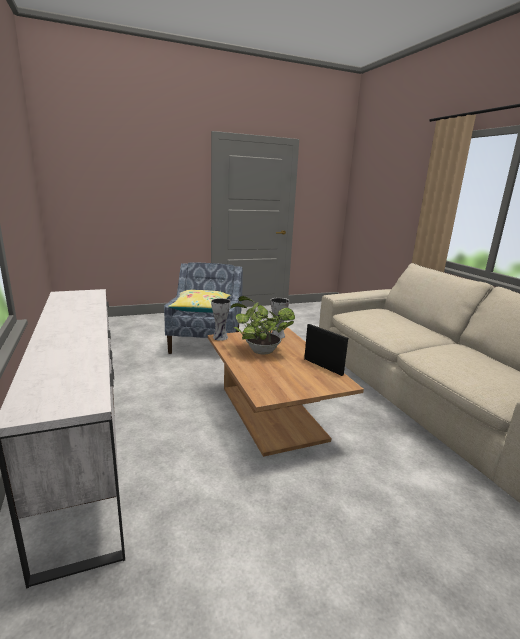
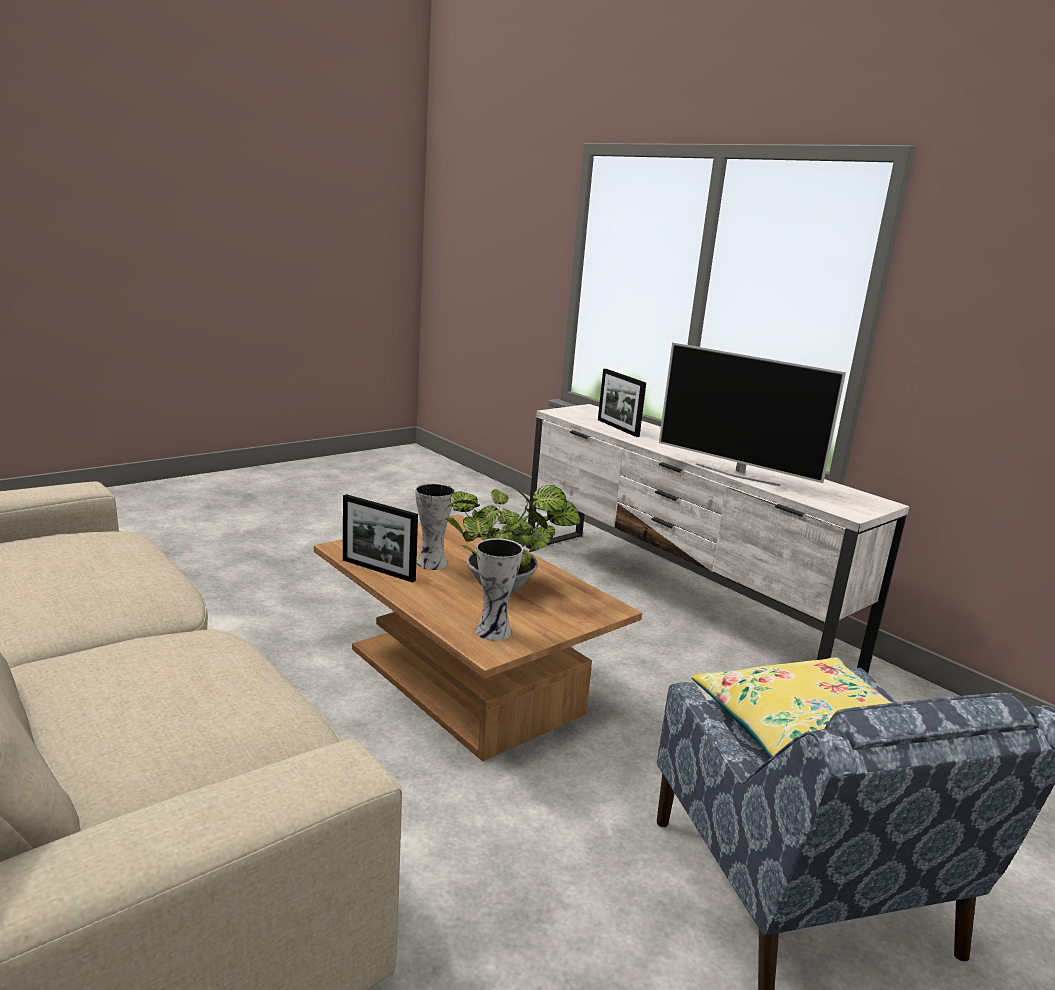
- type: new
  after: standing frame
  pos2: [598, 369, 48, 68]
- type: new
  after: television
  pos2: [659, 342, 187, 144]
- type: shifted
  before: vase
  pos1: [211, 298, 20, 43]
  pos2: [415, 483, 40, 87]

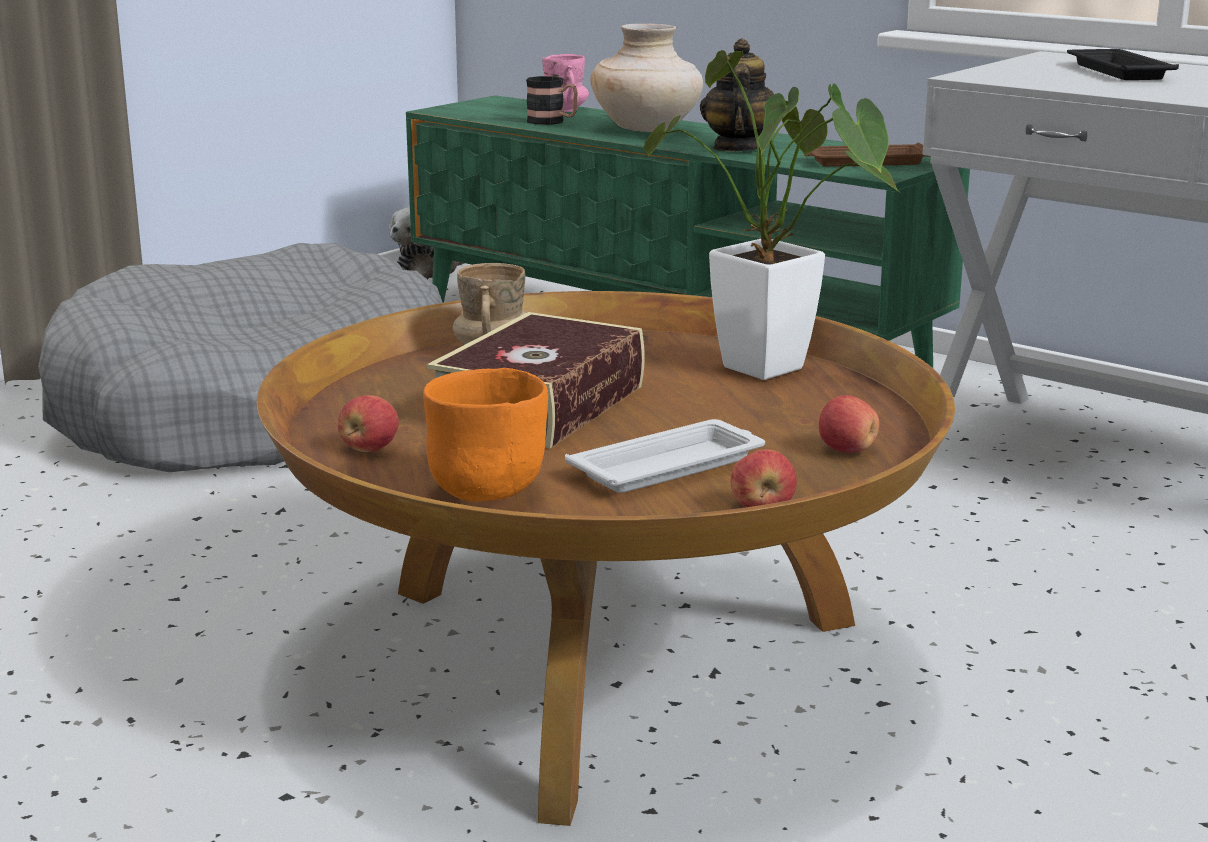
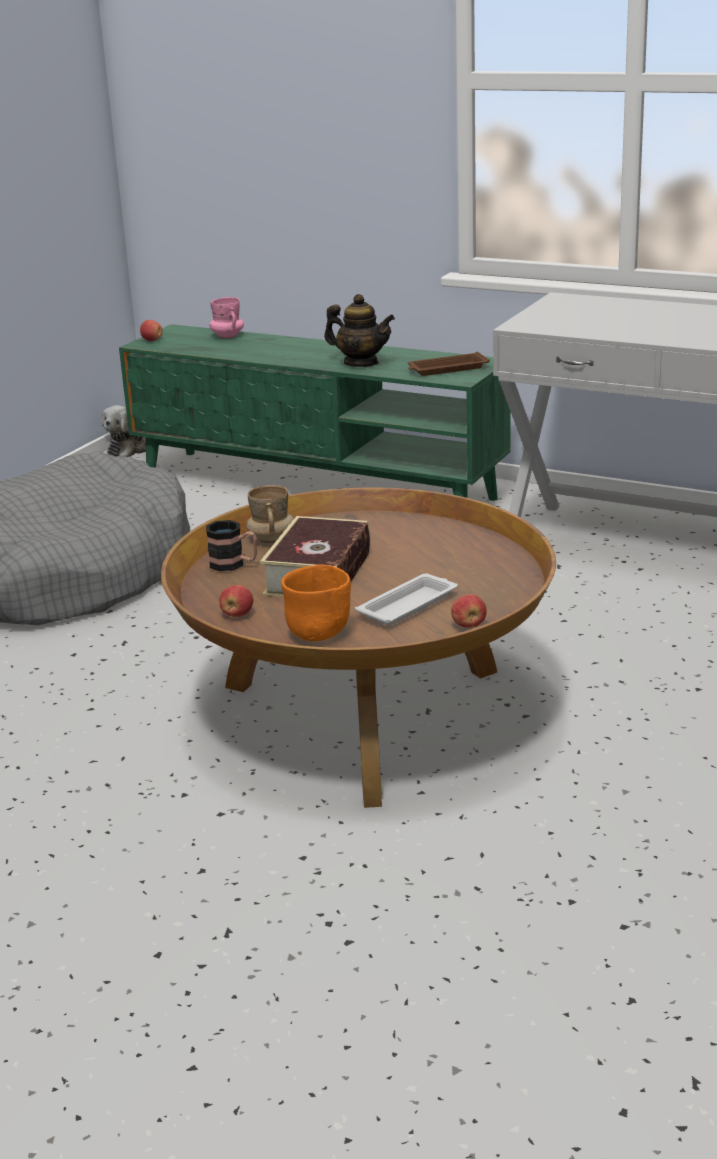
- type: gone
  before: beige vase
  pos1: [590, 24, 113, 108]
- type: gone
  before: plant in a pot
  pos1: [643, 50, 258, 330]
- type: gone
  before: black-coloured carrying tray
  pos1: [1067, 49, 112, 31]
- type: shifted
  before: tea mug
  pos1: [526, 76, 52, 49]
  pos2: [206, 520, 51, 51]
- type: shifted
  before: apple fruit
  pos1: [819, 395, 60, 58]
  pos2: [140, 320, 23, 21]
- type: rotated
  before: teapot
  pos1: [700, 39, 74, 112]
  pos2: [324, 294, 71, 73]
  turn: 120

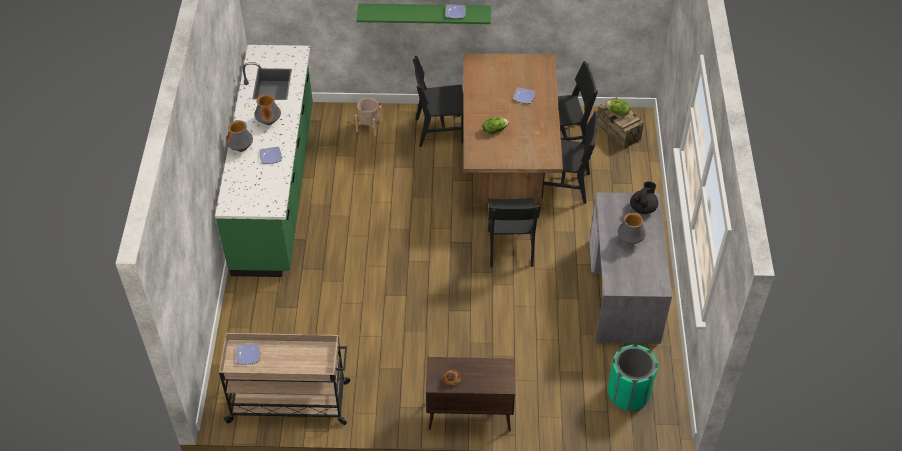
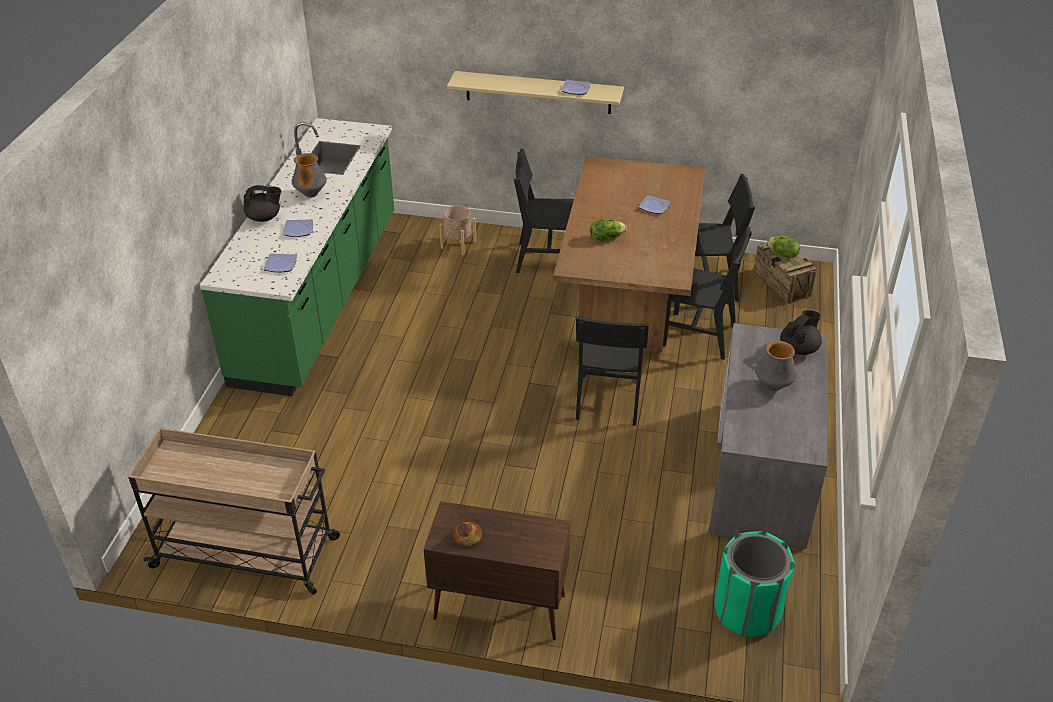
- type: shifted
  before: dinner plate
  pos1: [236, 343, 24, 22]
  pos2: [264, 253, 33, 19]
- type: swapped
  before: vase
  after: black-coloured teapot
  pos1: [226, 120, 27, 32]
  pos2: [243, 185, 38, 37]
- type: repainted
  before: greenish bracket shelf
  after: beige bracket shelf
  pos1: [356, 3, 135, 21]
  pos2: [447, 71, 177, 43]

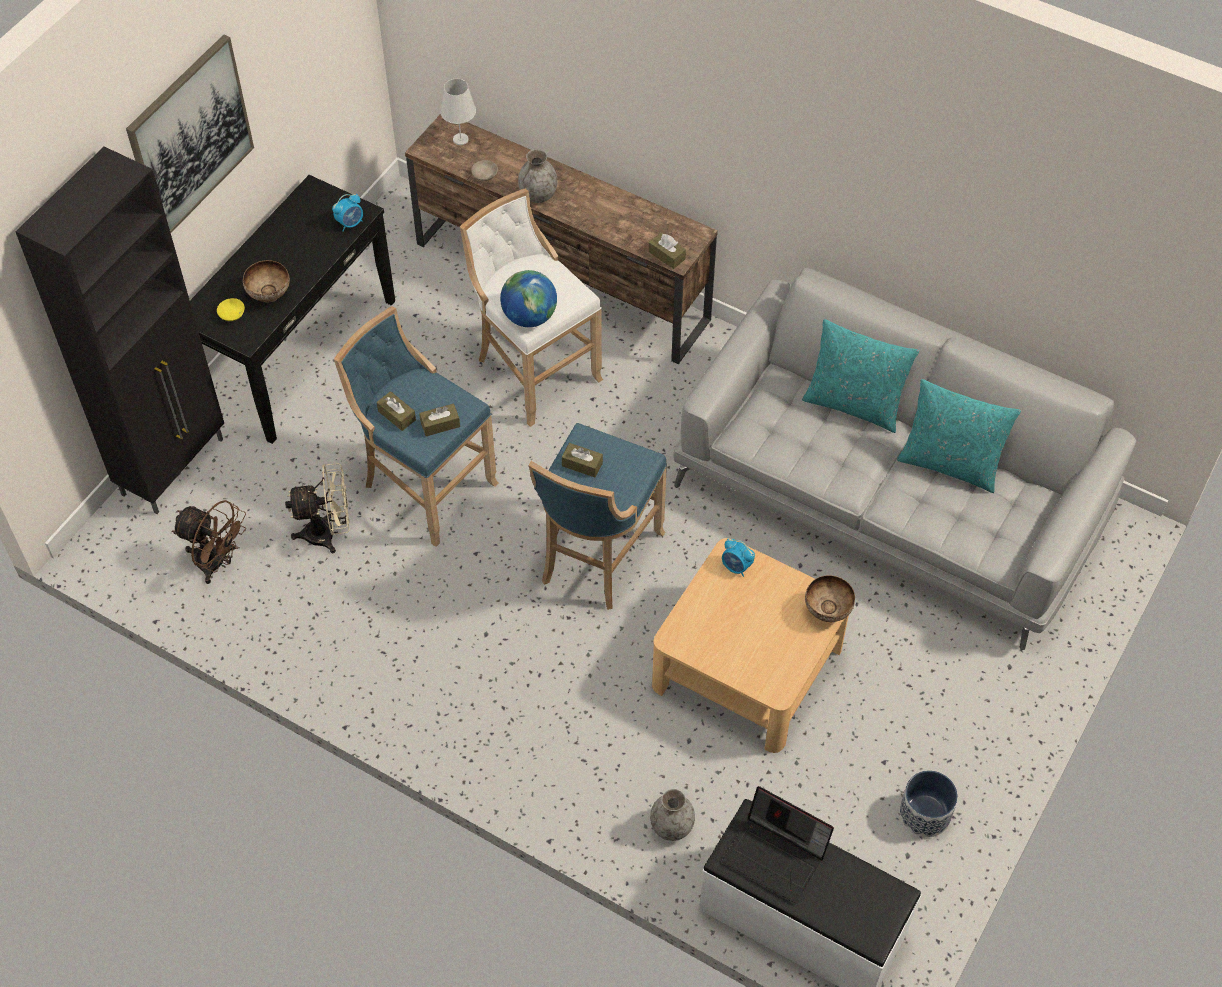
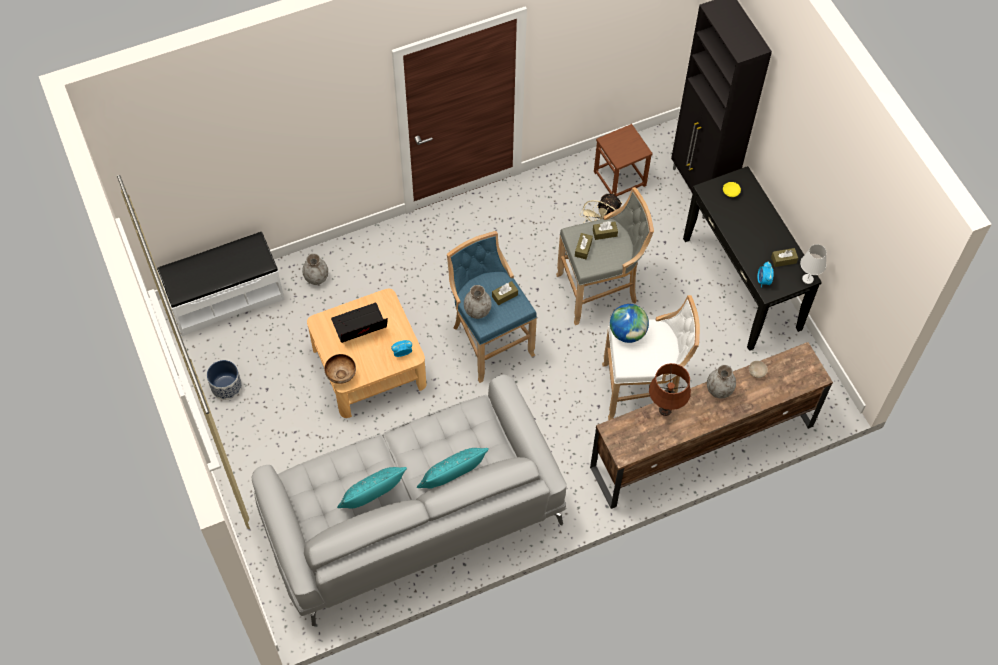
- type: gone
  before: wall art
  pos1: [126, 35, 128, 198]
- type: gone
  before: serving bowl
  pos1: [243, 260, 47, 43]
- type: new
  after: gray vase
  pos2: [464, 285, 28, 34]
- type: new
  after: brown lamp for a table
  pos2: [649, 363, 42, 53]
- type: shifted
  before: whitish lamp for a table
  pos1: [440, 78, 36, 67]
  pos2: [800, 244, 27, 40]
- type: shifted
  before: brown box of tissues
  pos1: [649, 233, 37, 36]
  pos2: [771, 248, 27, 19]
- type: shifted
  before: portable computer
  pos1: [722, 786, 112, 117]
  pos2: [331, 303, 57, 40]
- type: swapped
  before: brown electric fan
  after: brown stool seat
  pos1: [172, 500, 74, 84]
  pos2: [594, 124, 59, 73]
- type: repainted
  before: bluish stool seat
  after: gray stool seat
  pos1: [334, 306, 164, 241]
  pos2: [556, 187, 98, 138]

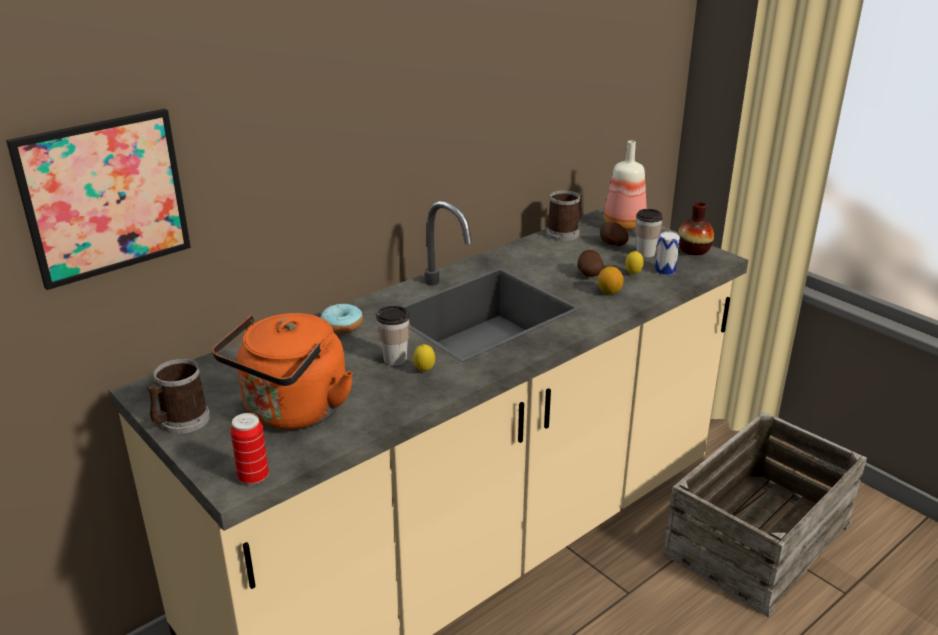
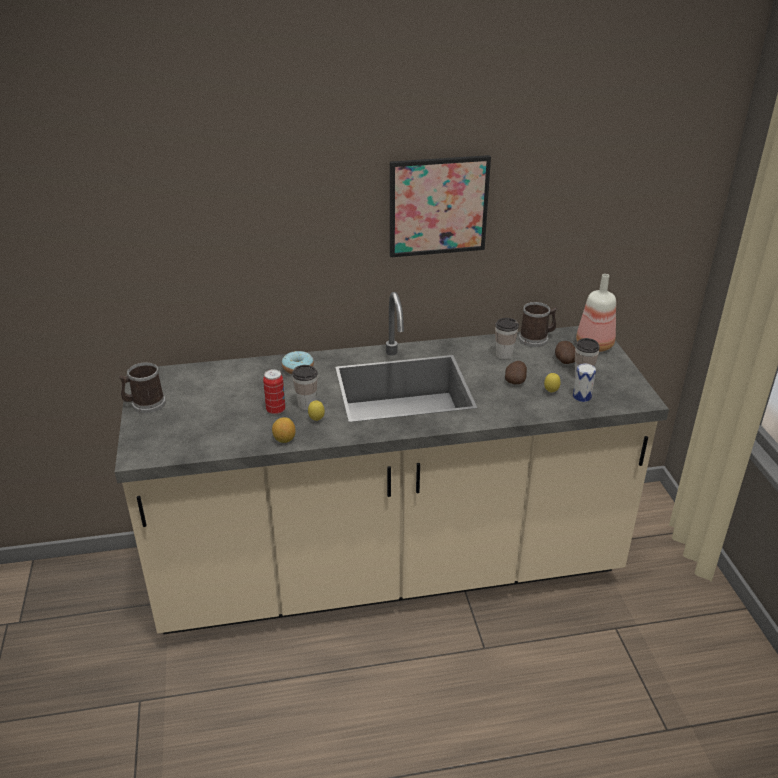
- type: gone
  before: orange-coloured kettle
  pos1: [212, 313, 141, 116]
- type: gone
  before: shipping crate
  pos1: [663, 412, 204, 205]
- type: gone
  before: vase
  pos1: [678, 202, 36, 53]
- type: new
  after: drinking cup
  pos2: [495, 318, 24, 42]
- type: shifted
  before: wall art
  pos1: [6, 109, 185, 181]
  pos2: [390, 155, 101, 102]
- type: shifted
  before: metal can
  pos1: [230, 413, 39, 72]
  pos2: [263, 369, 22, 46]
- type: shifted
  before: whole lemon
  pos1: [598, 267, 26, 28]
  pos2: [272, 417, 24, 26]

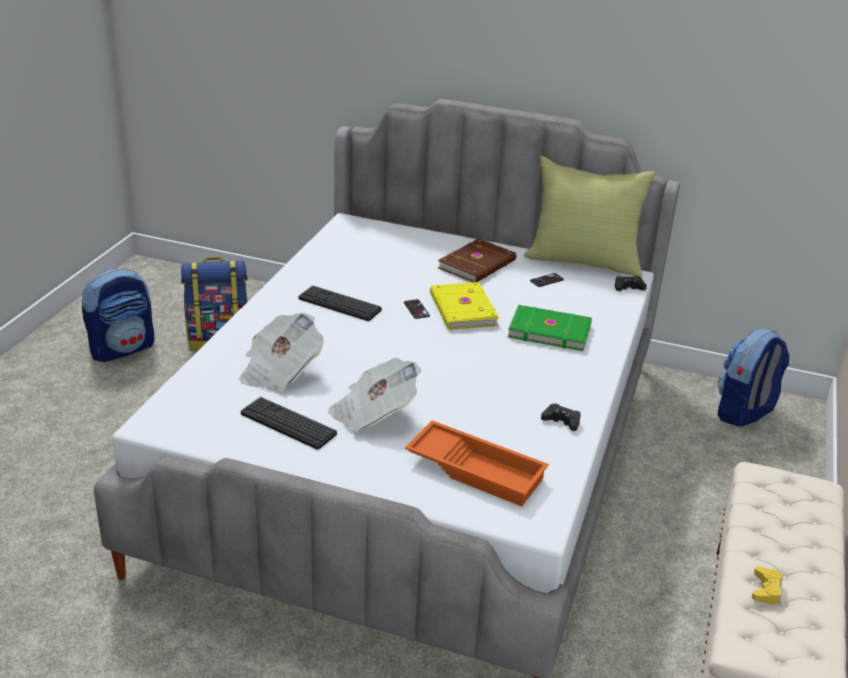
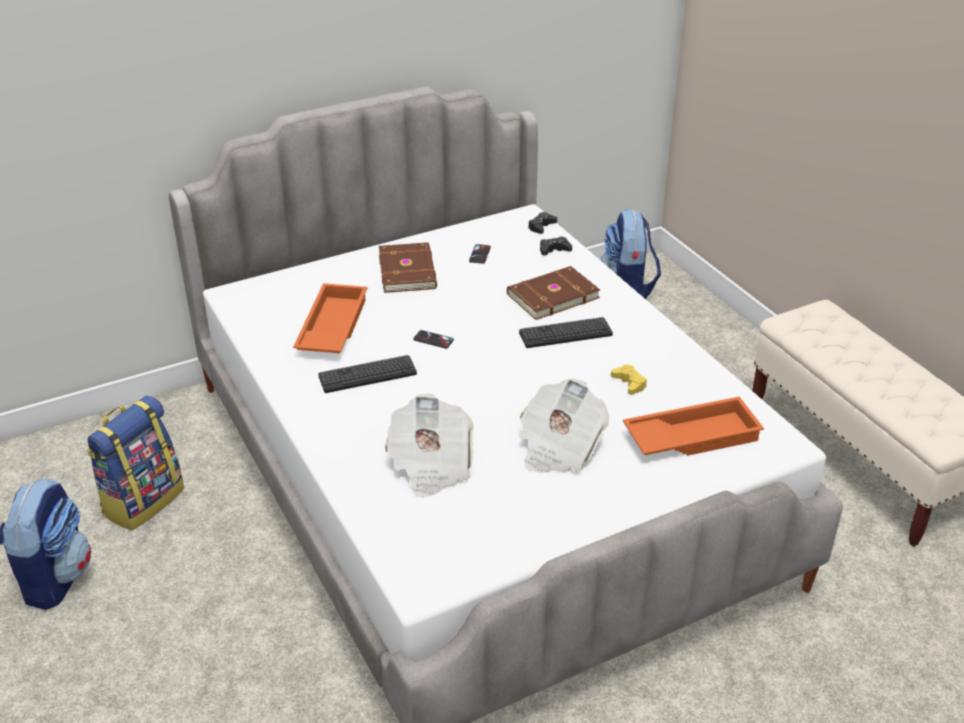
- type: gone
  before: yellowish book
  pos1: [430, 282, 69, 48]
- type: gone
  before: yellowish throw pillow
  pos1: [524, 156, 132, 121]
- type: new
  after: orange-coloured carrying tray
  pos2: [293, 283, 74, 70]
- type: shifted
  before: keyboard
  pos1: [241, 397, 96, 53]
  pos2: [519, 317, 94, 31]
- type: shifted
  before: black-coloured gamepad
  pos1: [541, 403, 40, 28]
  pos2: [540, 237, 32, 18]
- type: shifted
  before: yellowish gamepad
  pos1: [752, 566, 31, 39]
  pos2: [611, 365, 36, 29]
- type: repainted
  before: greenish book
  after: brown book
  pos1: [508, 305, 84, 46]
  pos2: [507, 266, 93, 54]

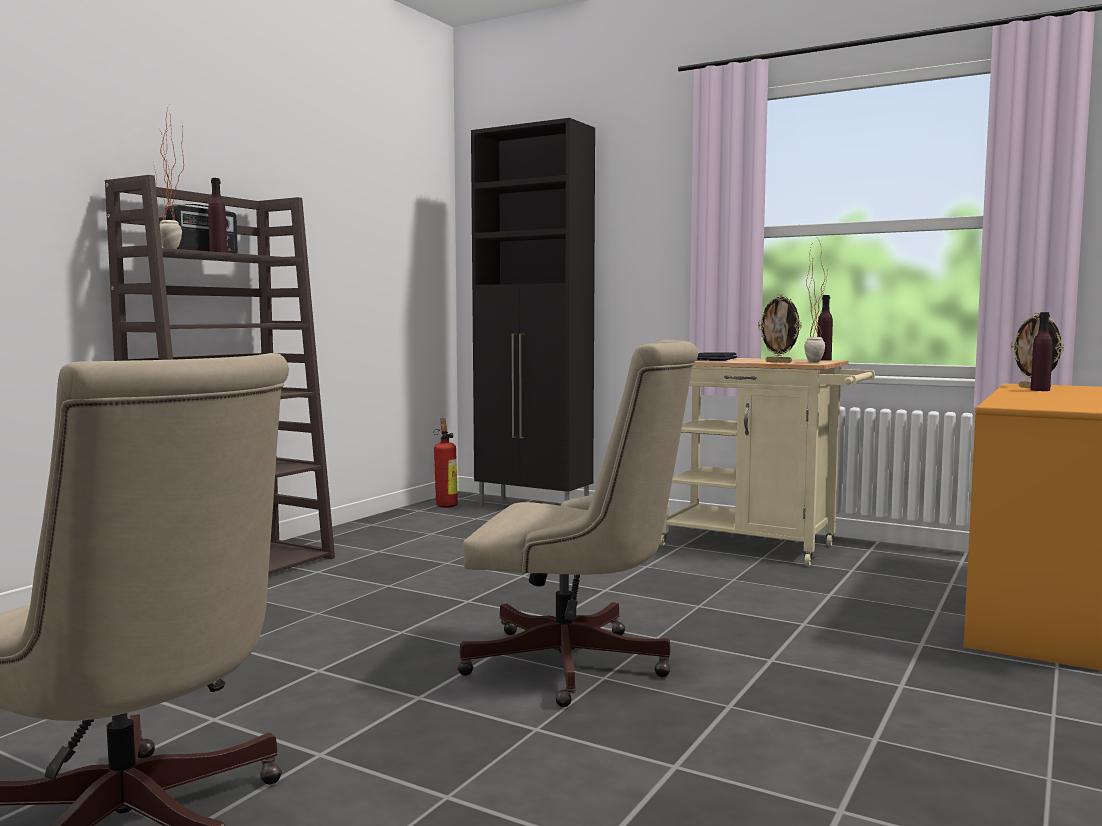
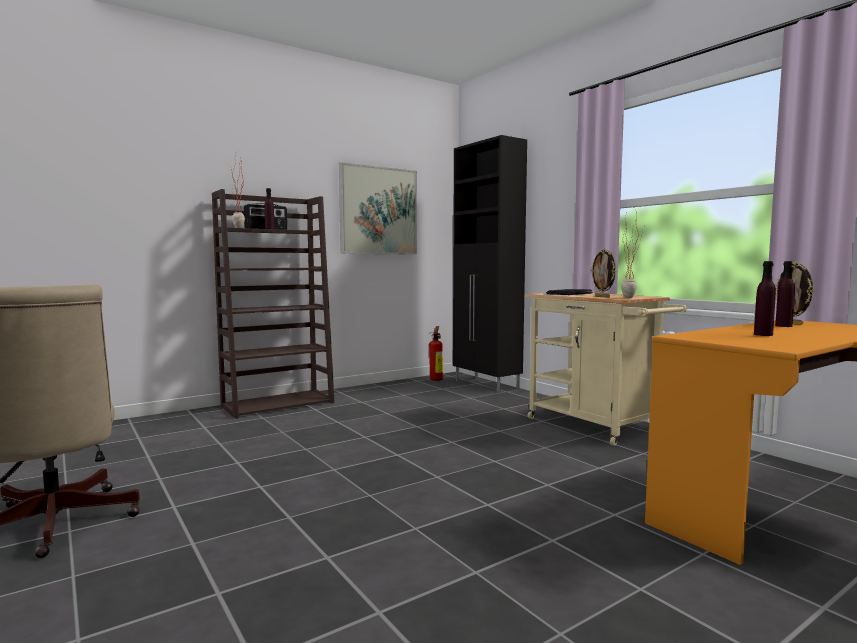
- type: gone
  before: beige computer chair
  pos1: [457, 340, 241, 367]
- type: new
  after: wall art
  pos2: [339, 162, 78, 93]
- type: shifted
  before: purple-coloured beverage bottle
  pos1: [817, 295, 16, 66]
  pos2: [754, 261, 22, 75]

